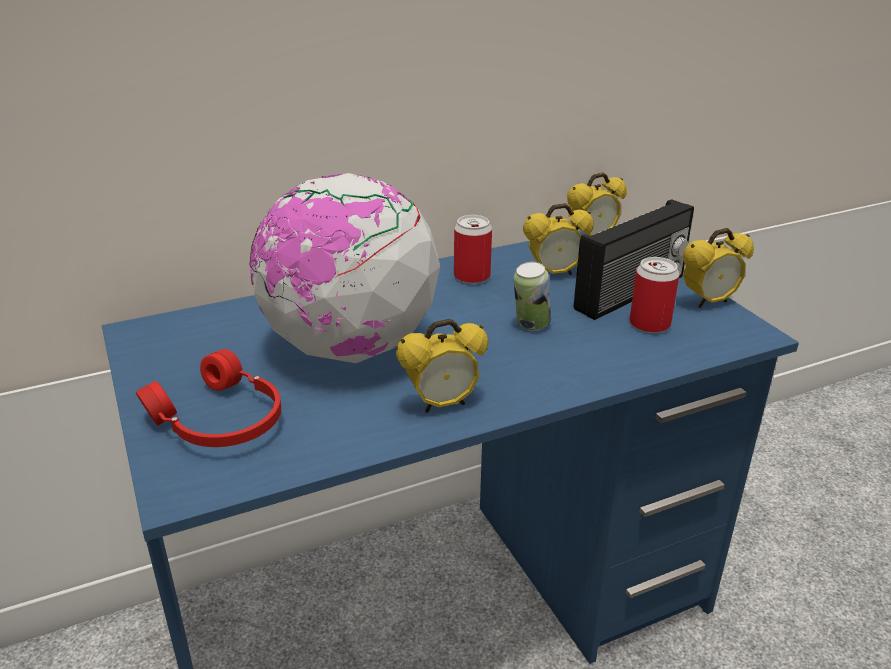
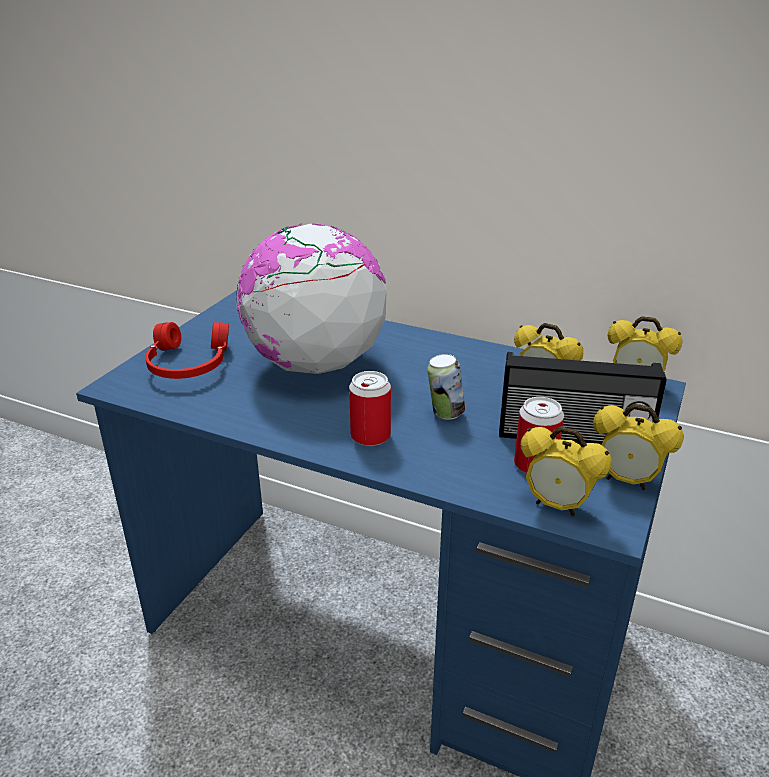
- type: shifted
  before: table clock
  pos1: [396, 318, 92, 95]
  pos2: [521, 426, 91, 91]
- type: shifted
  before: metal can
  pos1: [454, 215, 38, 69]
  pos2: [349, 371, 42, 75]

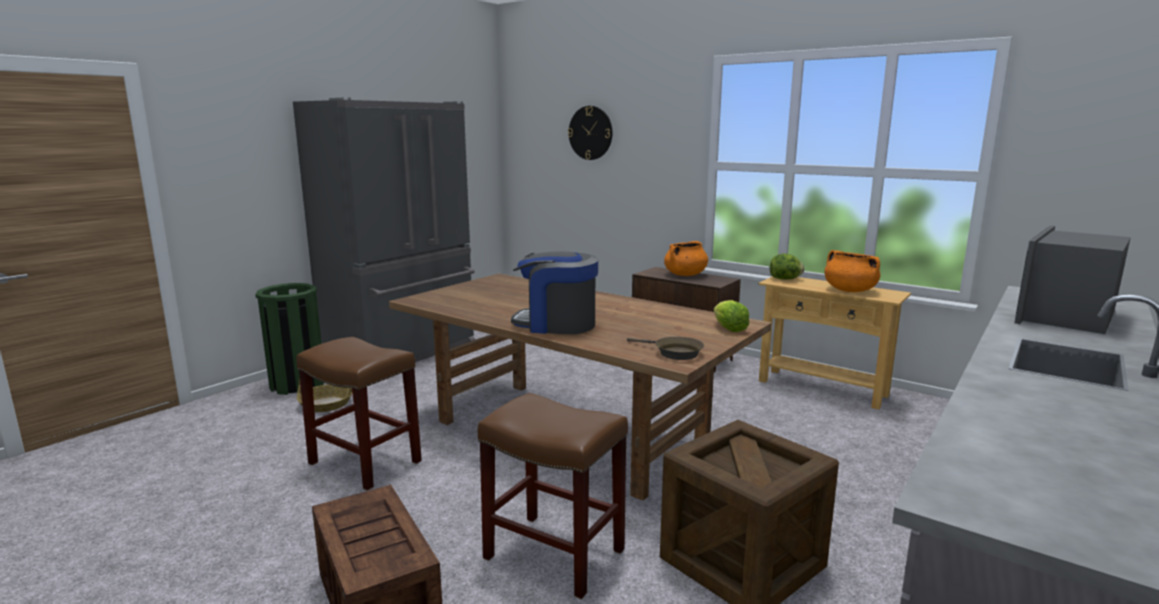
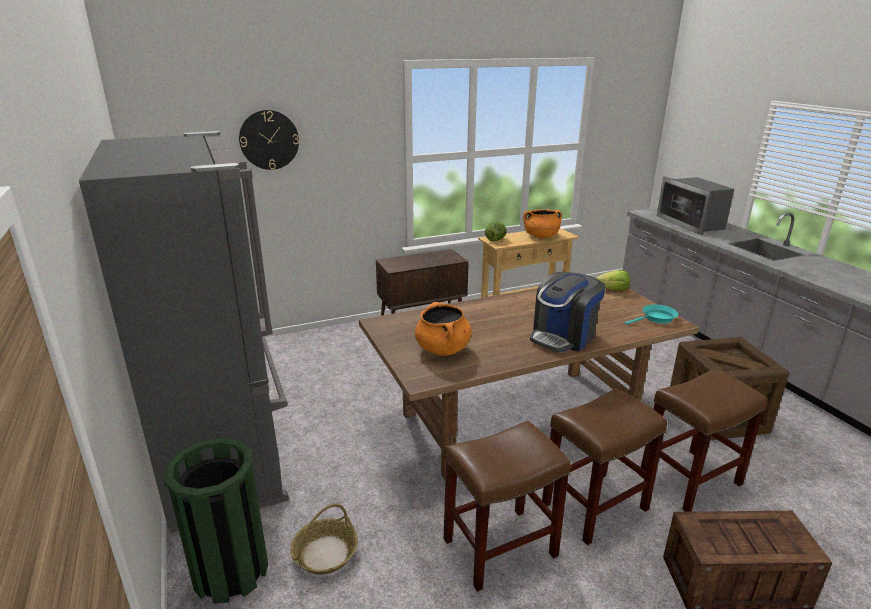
- type: new
  after: brown stool seat
  pos2: [542, 388, 125, 158]
- type: shifted
  before: orange-coloured saucepot
  pos1: [664, 241, 44, 35]
  pos2: [415, 302, 57, 54]
- type: repainted
  before: brown pan
  after: blue-green pan
  pos1: [627, 337, 77, 23]
  pos2: [625, 304, 53, 21]

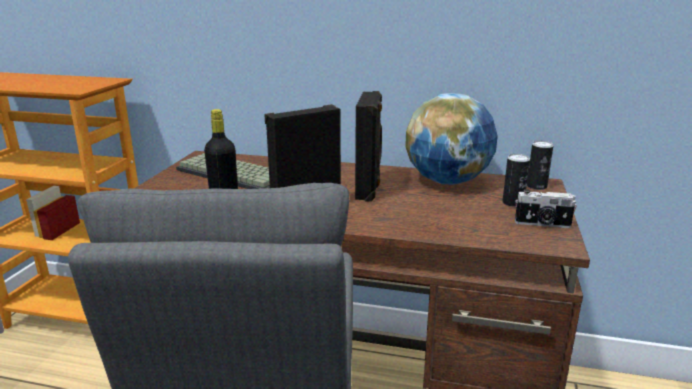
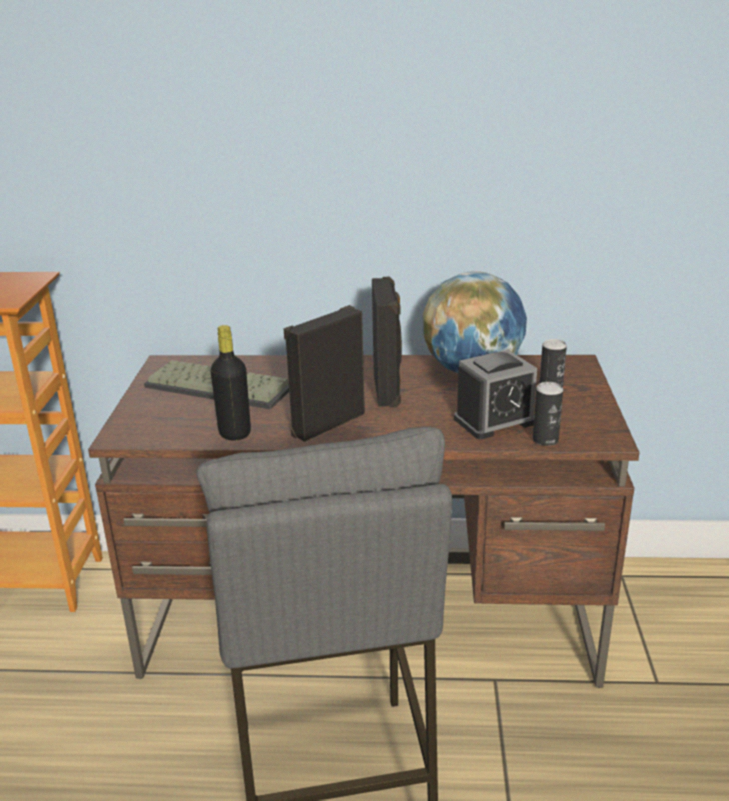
- type: gone
  before: photo camera
  pos1: [515, 189, 62, 39]
- type: new
  after: table clock
  pos2: [454, 350, 83, 89]
- type: shifted
  before: metal can
  pos1: [527, 141, 26, 49]
  pos2: [533, 382, 30, 64]

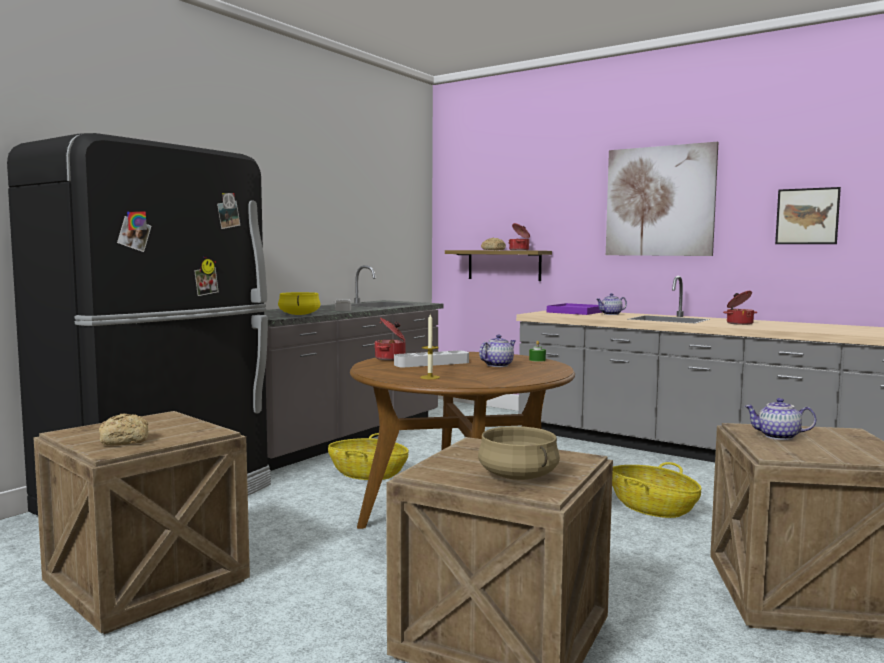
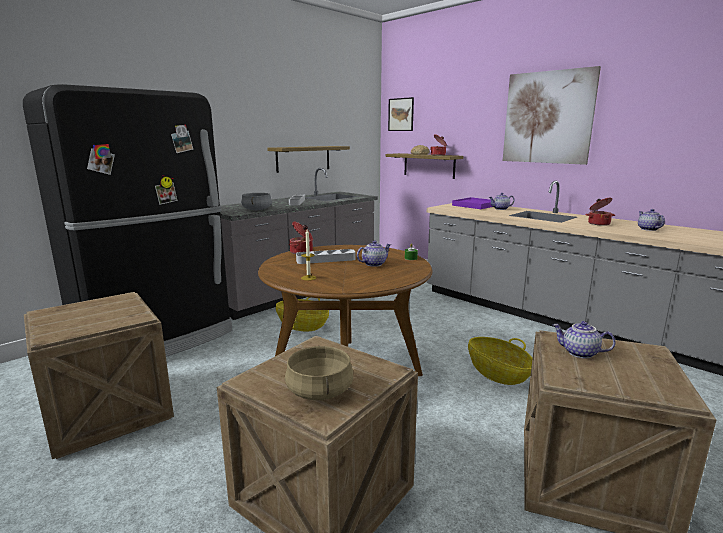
- type: gone
  before: bakery bread
  pos1: [99, 413, 49, 32]
- type: new
  after: bracket shelf
  pos2: [267, 146, 83, 27]
- type: new
  after: teapot
  pos2: [638, 209, 27, 22]
- type: shifted
  before: wall art
  pos1: [775, 187, 66, 57]
  pos2: [388, 97, 26, 34]
- type: repainted
  before: yellowish saucepot
  after: gray saucepot
  pos1: [278, 292, 42, 23]
  pos2: [241, 193, 31, 17]

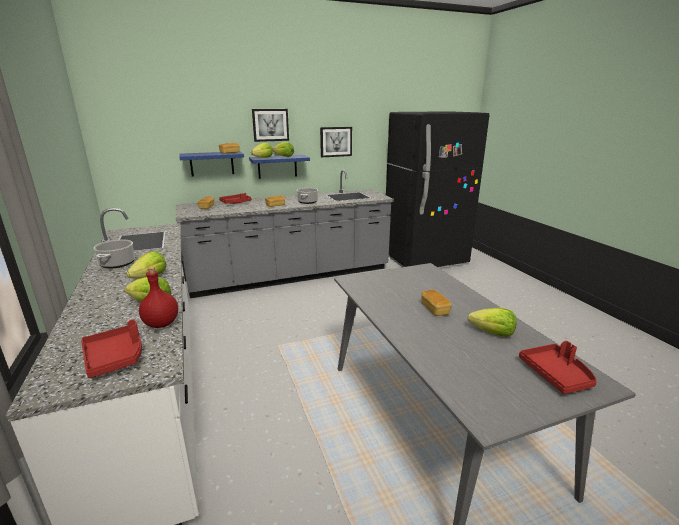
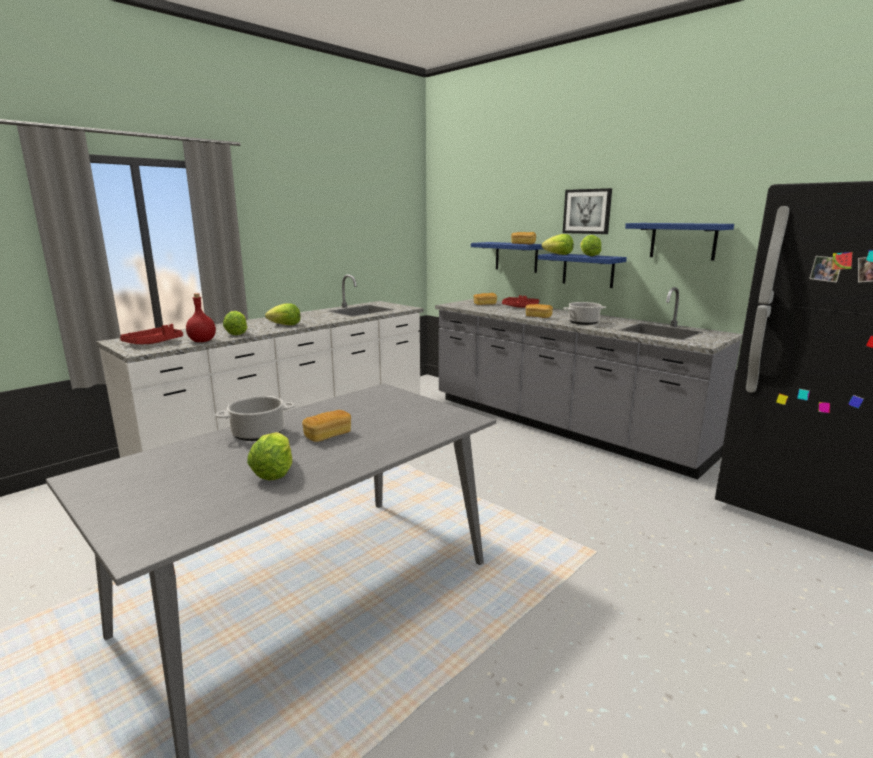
- type: gone
  before: red carrying tray
  pos1: [519, 341, 78, 53]
- type: shifted
  before: saucepot
  pos1: [93, 239, 42, 29]
  pos2: [215, 396, 80, 45]
- type: swapped
  before: wall art
  after: bluish bracket shelf
  pos1: [320, 127, 32, 30]
  pos2: [625, 223, 109, 38]

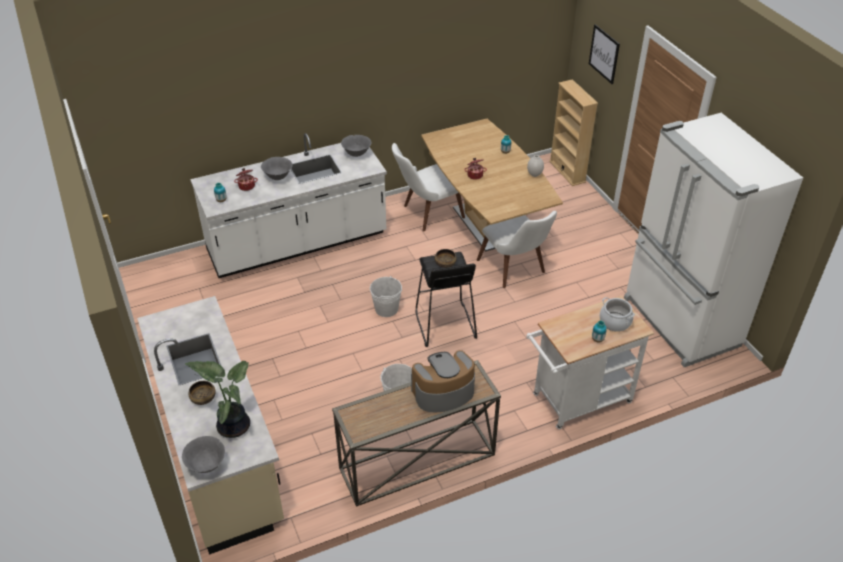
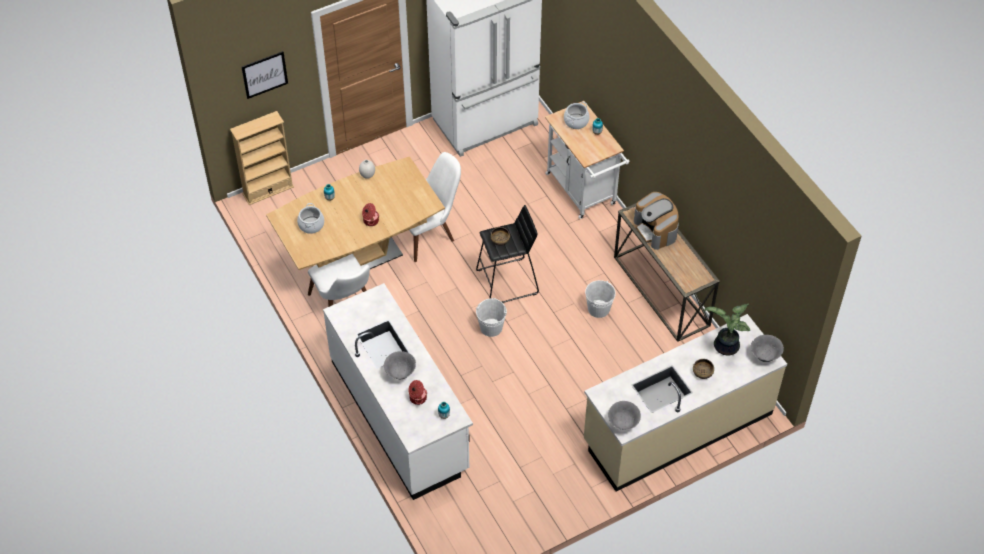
- type: new
  after: saucepot
  pos2: [297, 203, 27, 31]
- type: shifted
  before: gray serving bowl
  pos1: [341, 135, 31, 22]
  pos2: [608, 401, 33, 29]

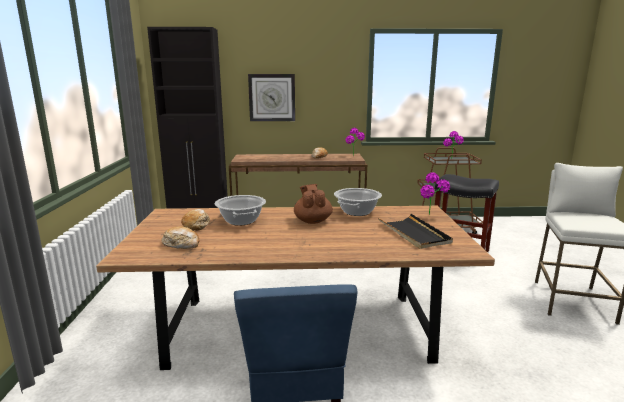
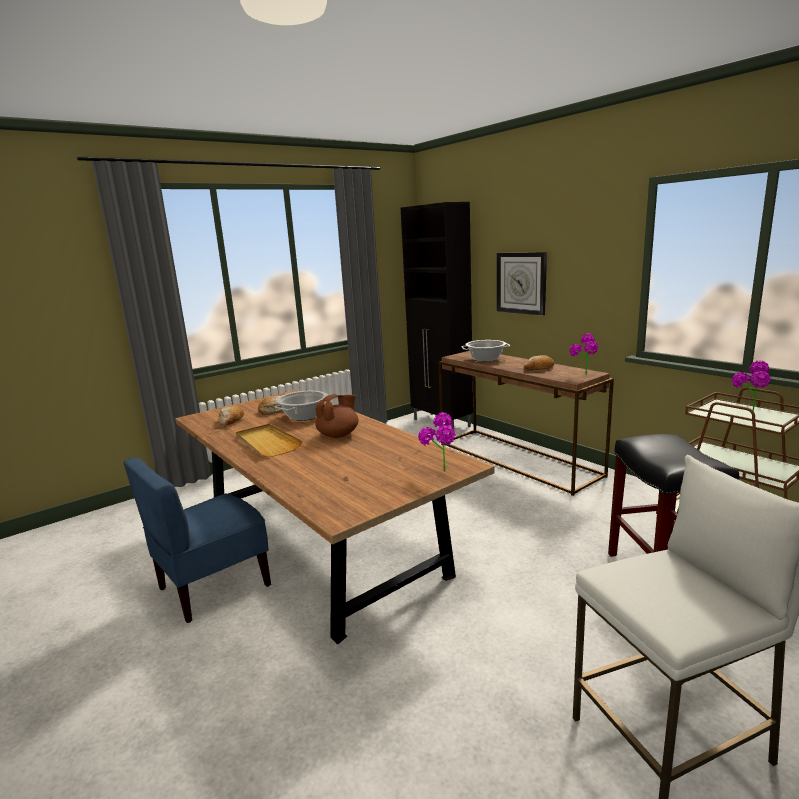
- type: gone
  before: black-coloured carrying tray
  pos1: [378, 214, 75, 35]
- type: new
  after: beige carrying tray
  pos2: [236, 424, 66, 33]
- type: shifted
  before: saucepot
  pos1: [334, 188, 48, 28]
  pos2: [461, 340, 49, 22]

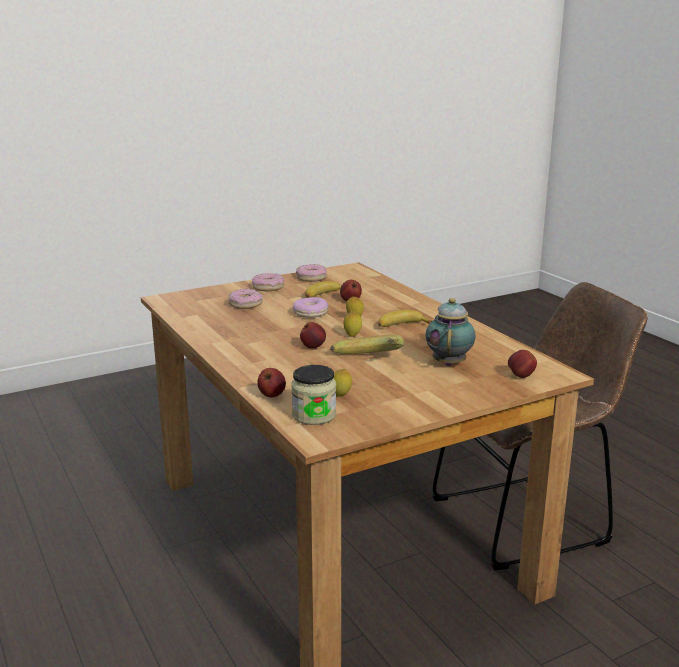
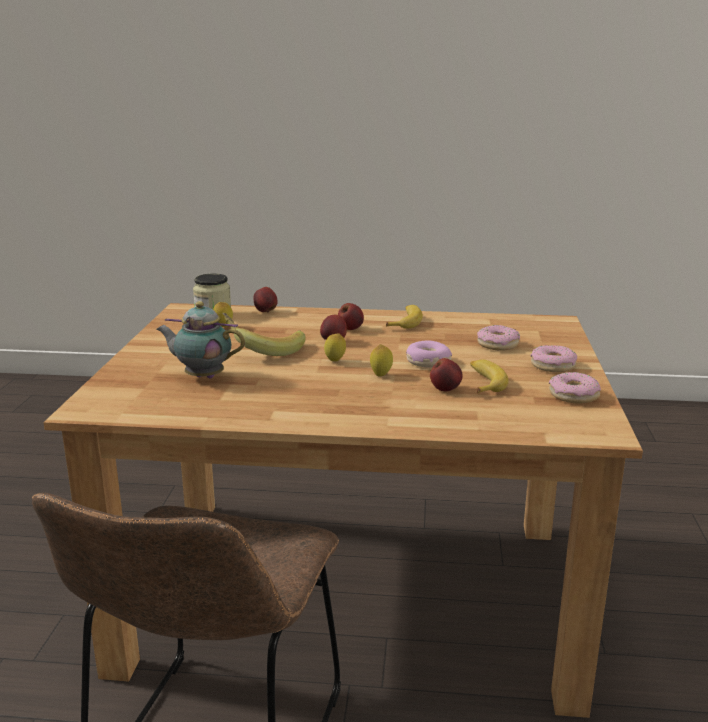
- type: shifted
  before: whole banana
  pos1: [378, 310, 54, 17]
  pos2: [386, 305, 37, 24]
- type: shifted
  before: apple fruit
  pos1: [508, 350, 29, 28]
  pos2: [338, 303, 26, 27]
- type: rotated
  before: teapot
  pos1: [426, 298, 50, 68]
  pos2: [156, 301, 89, 77]
  turn: 150

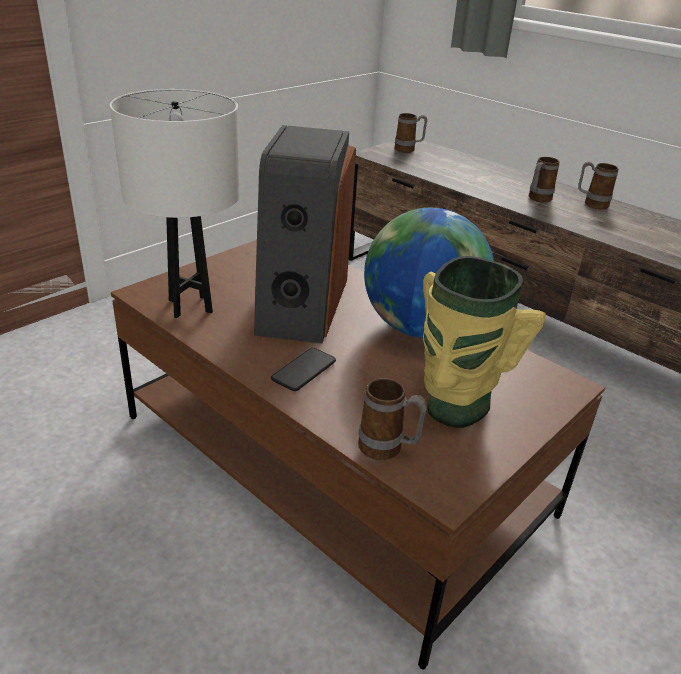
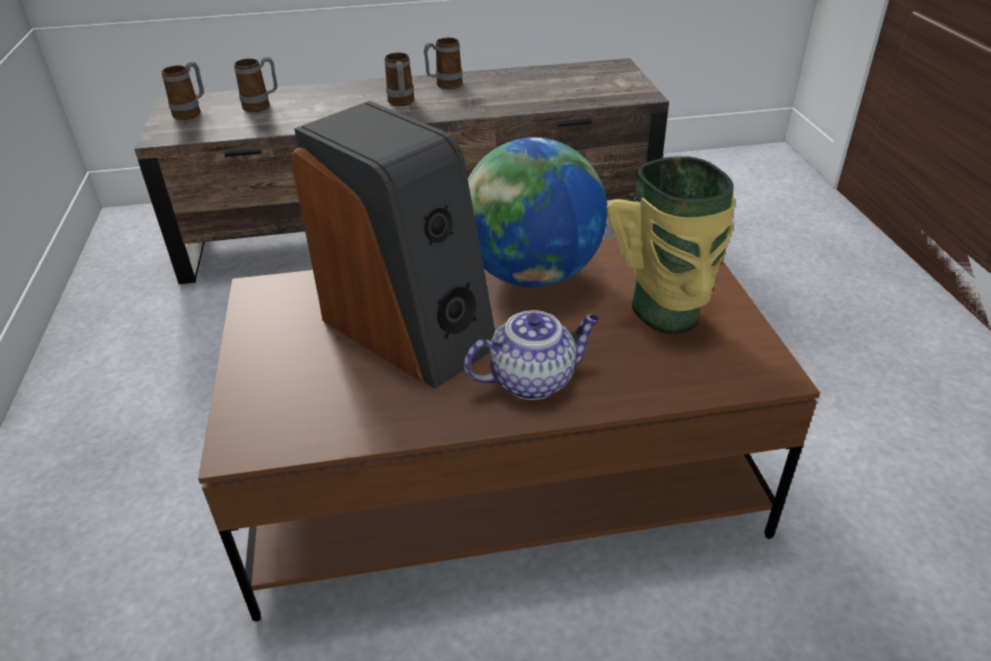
- type: gone
  before: whitish lamp for a table
  pos1: [110, 89, 130, 229]
- type: shifted
  before: tea mug
  pos1: [358, 378, 69, 82]
  pos2: [234, 57, 43, 55]
- type: swapped
  before: phone
  after: teapot
  pos1: [271, 348, 65, 43]
  pos2: [464, 310, 136, 90]

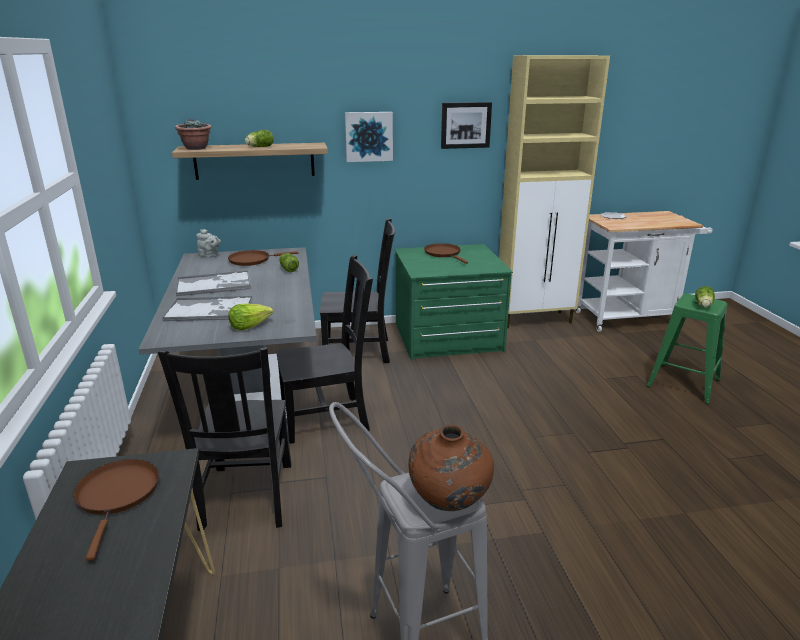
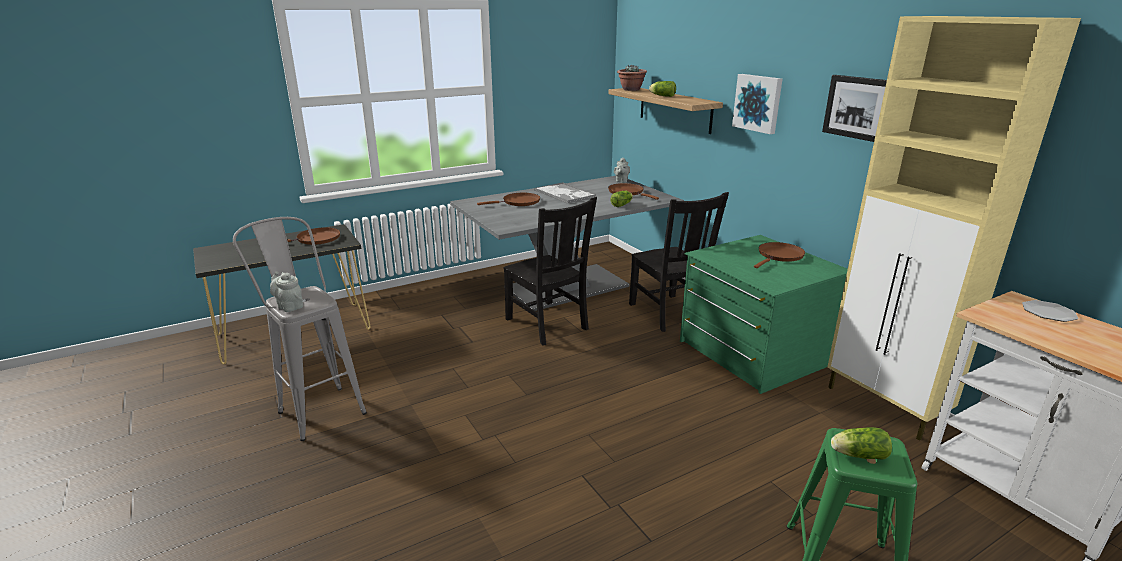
- type: gone
  before: black-coloured chair
  pos1: [158, 347, 134, 184]
- type: gone
  before: lettuce
  pos1: [228, 304, 45, 26]
- type: swapped
  before: carrying tray
  after: brown pan
  pos1: [162, 296, 91, 25]
  pos2: [477, 193, 63, 13]
- type: swapped
  before: brown vase
  after: gray teapot
  pos1: [408, 425, 86, 86]
  pos2: [270, 271, 33, 41]

